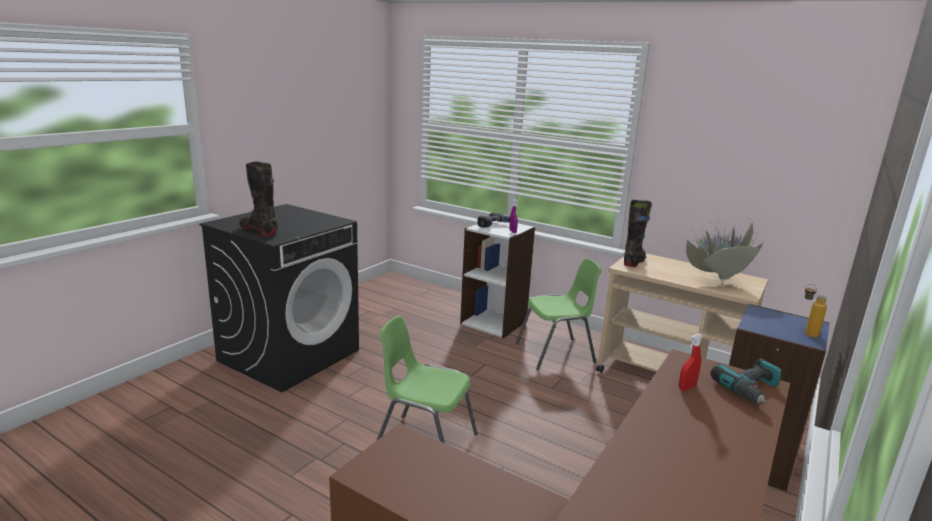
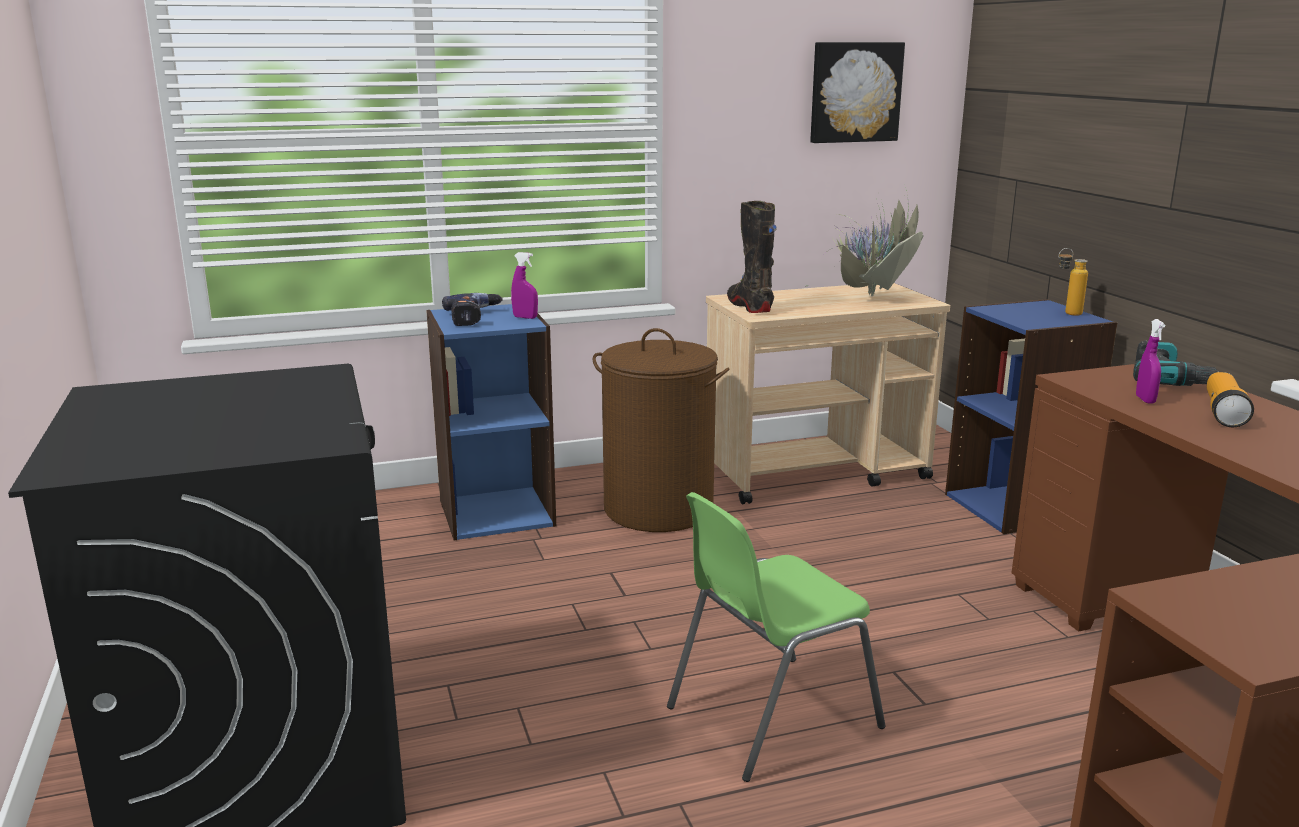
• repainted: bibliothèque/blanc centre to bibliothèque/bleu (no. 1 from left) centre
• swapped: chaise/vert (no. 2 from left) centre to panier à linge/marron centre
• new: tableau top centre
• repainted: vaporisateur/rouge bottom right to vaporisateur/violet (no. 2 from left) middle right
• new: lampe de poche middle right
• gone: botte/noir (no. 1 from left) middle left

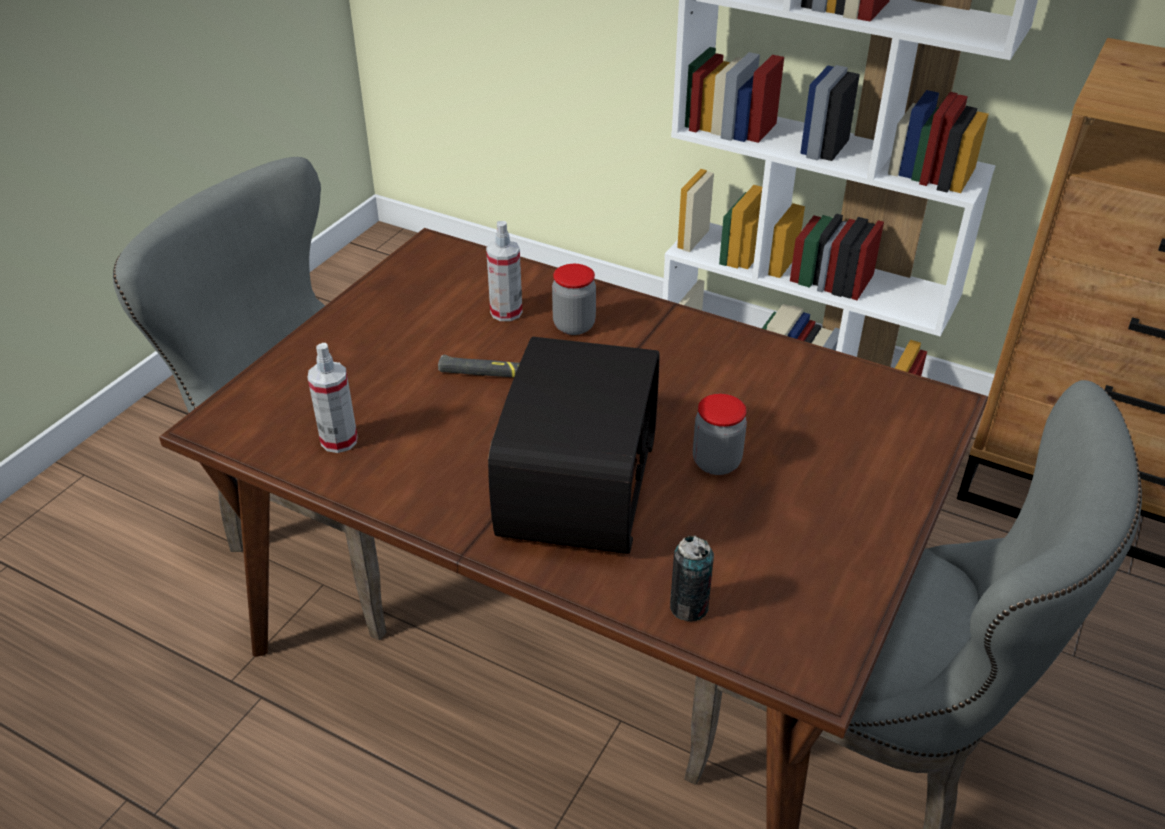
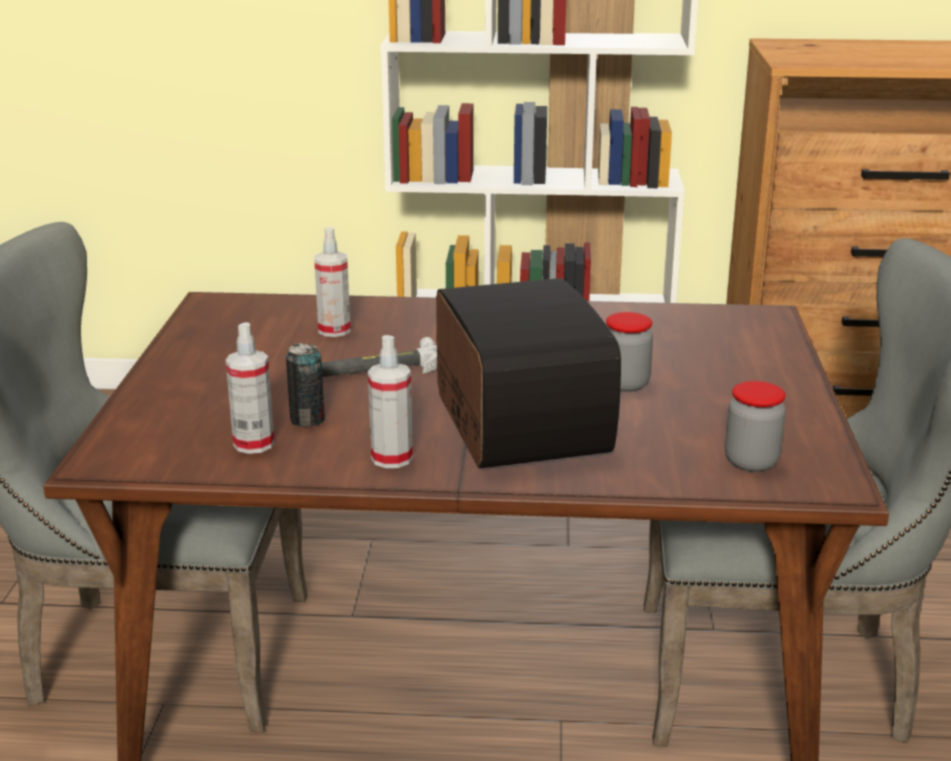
• shifted: boîte métallique bottom centre to middle left
• new: vaporisateur (no. 3 from left) centre
• shifted: bocal (no. 1 from left in the first image) centre to bocal (no. 2 from left) middle right

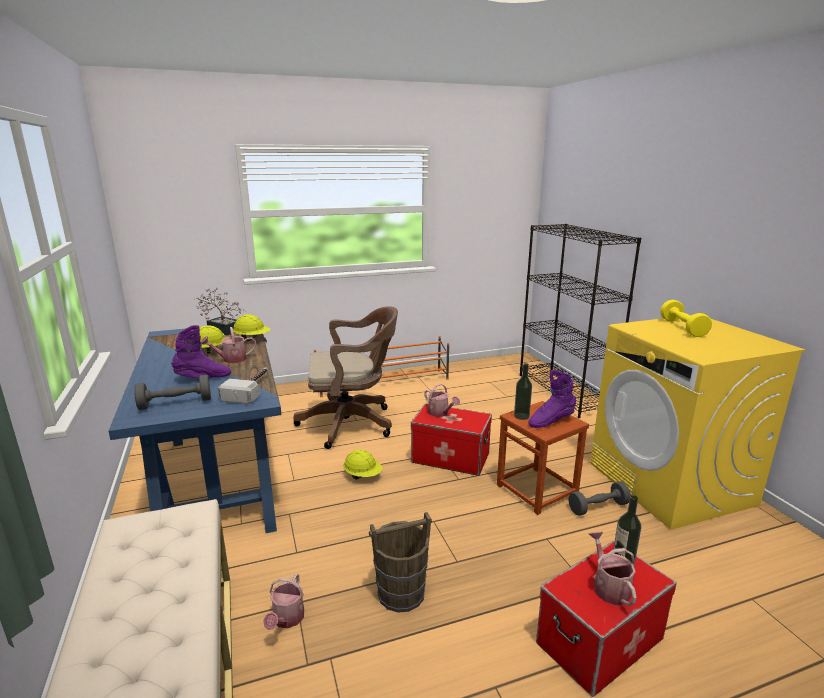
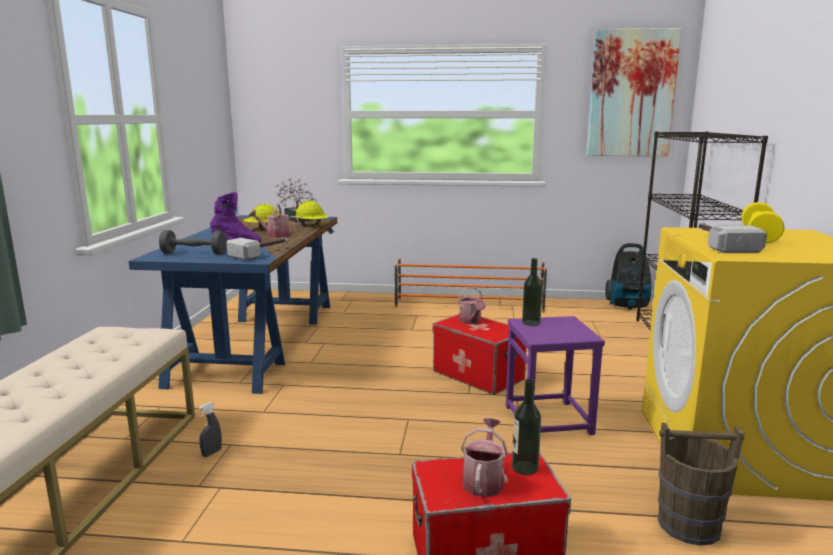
• swapped: arrosoir (no. 2 from left) bottom centre to vaporisateur/gris bottom left
• repainted: tabouret/marron centre to tabouret/violet bottom centre
• new: tableau top right
• new: aspirateur middle right
• shifted: seau/marron bottom centre to bottom right
• new: marteau (no. 2 from left) middle right
• gone: chaise de bureau/marron centre
• gone: casque de chantier/jaune (no. 3 from left) centre
• gone: botte/violet (no. 2 from left) middle right
• gone: haltère/gris (no. 2 from left) bottom right

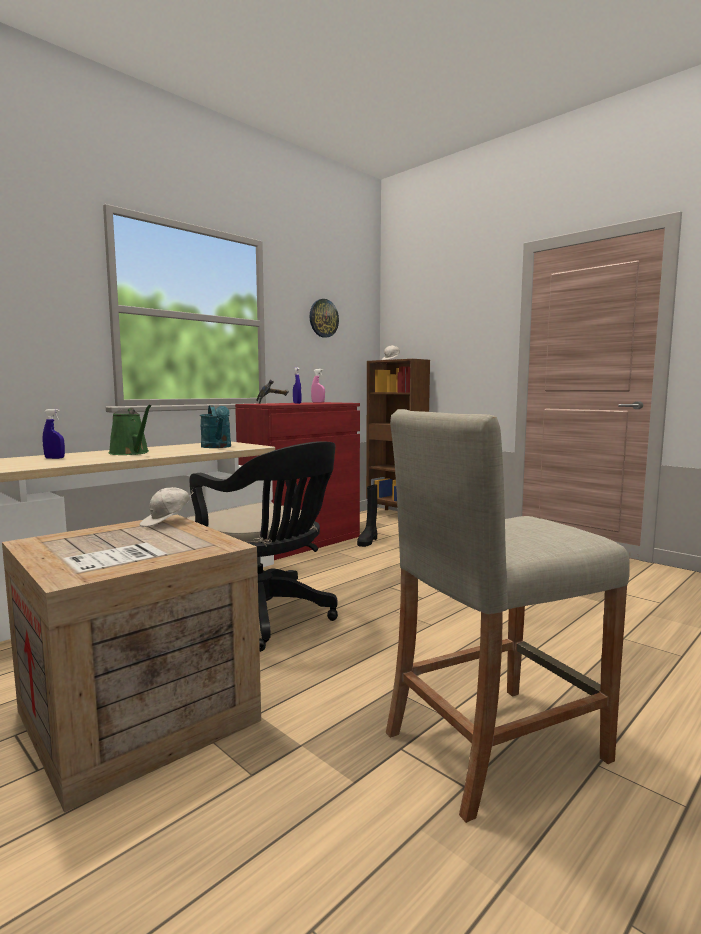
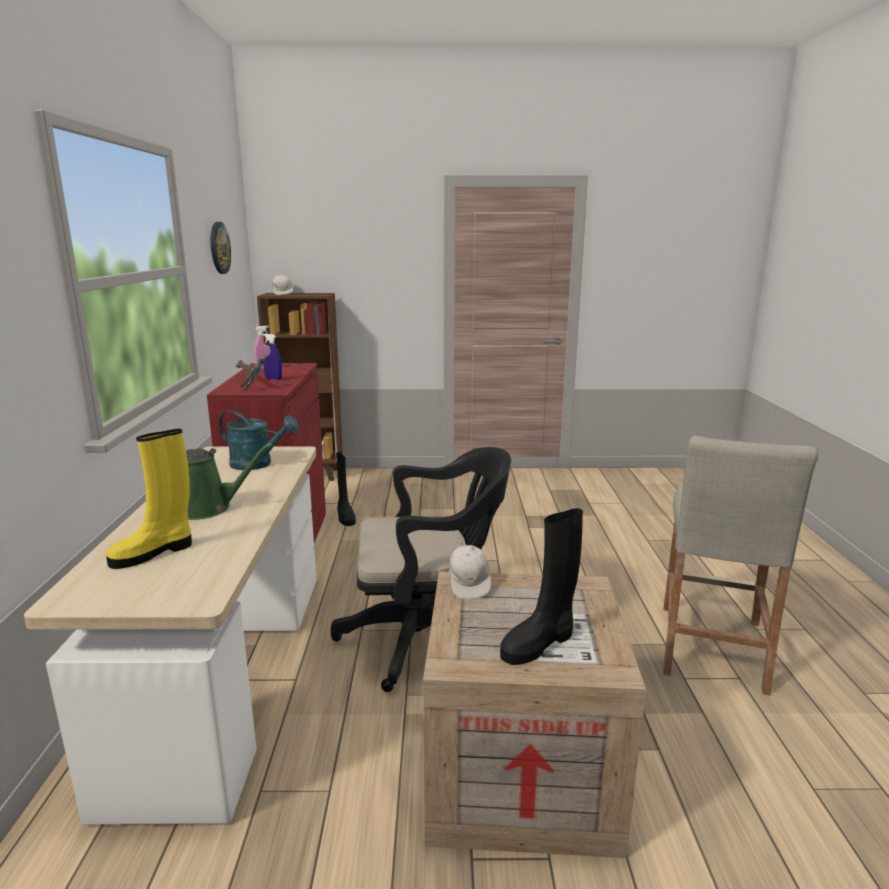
• swapped: vaporisateur/bleu (no. 1 from left) middle left to botte/jaune middle left
• new: botte/noir (no. 2 from left) centre

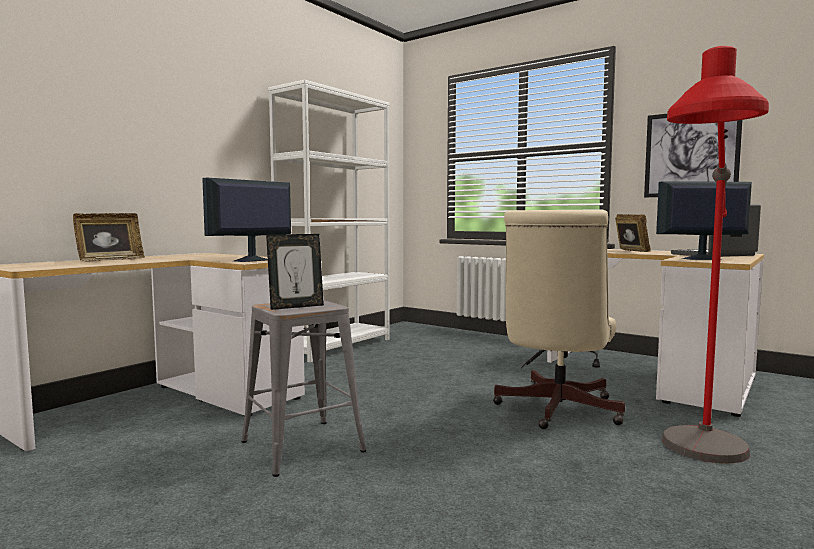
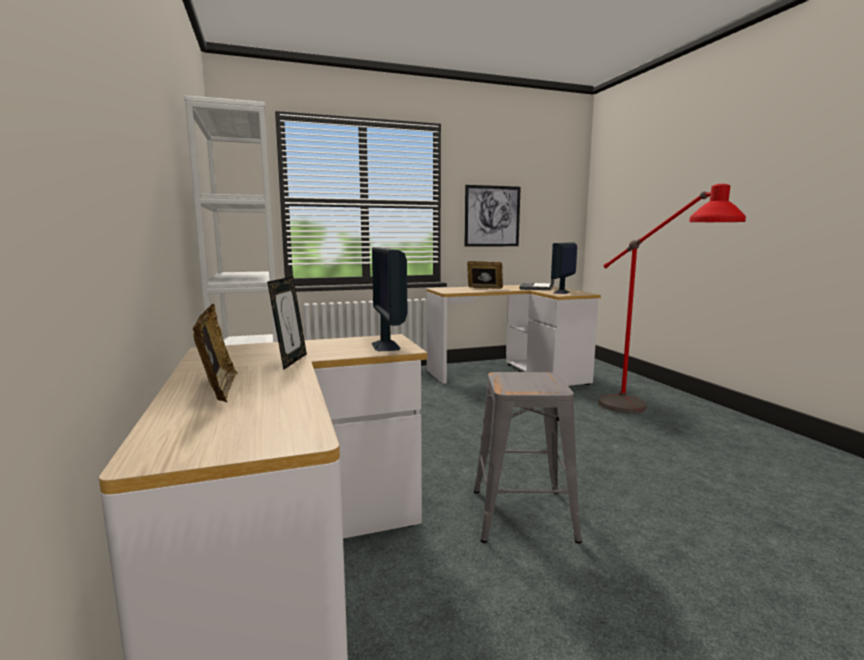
• shifted: cadre photo (no. 2 from left) centre to middle left
• gone: chaise de bureau/beige middle right

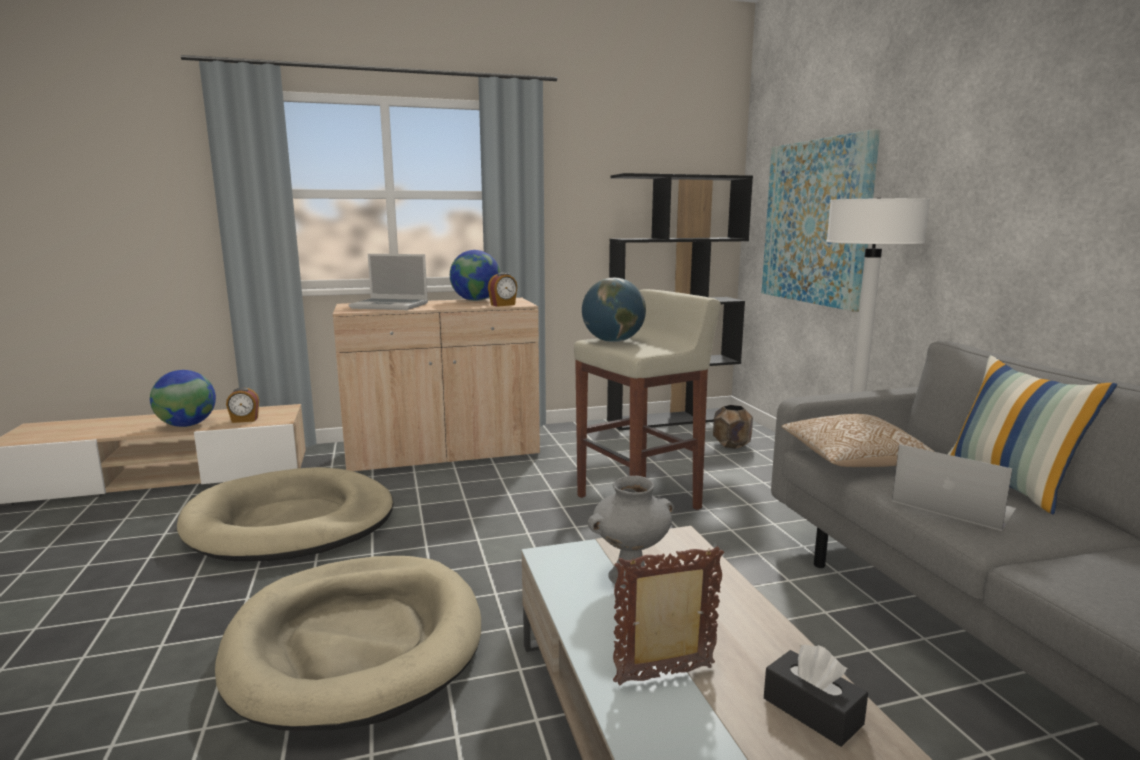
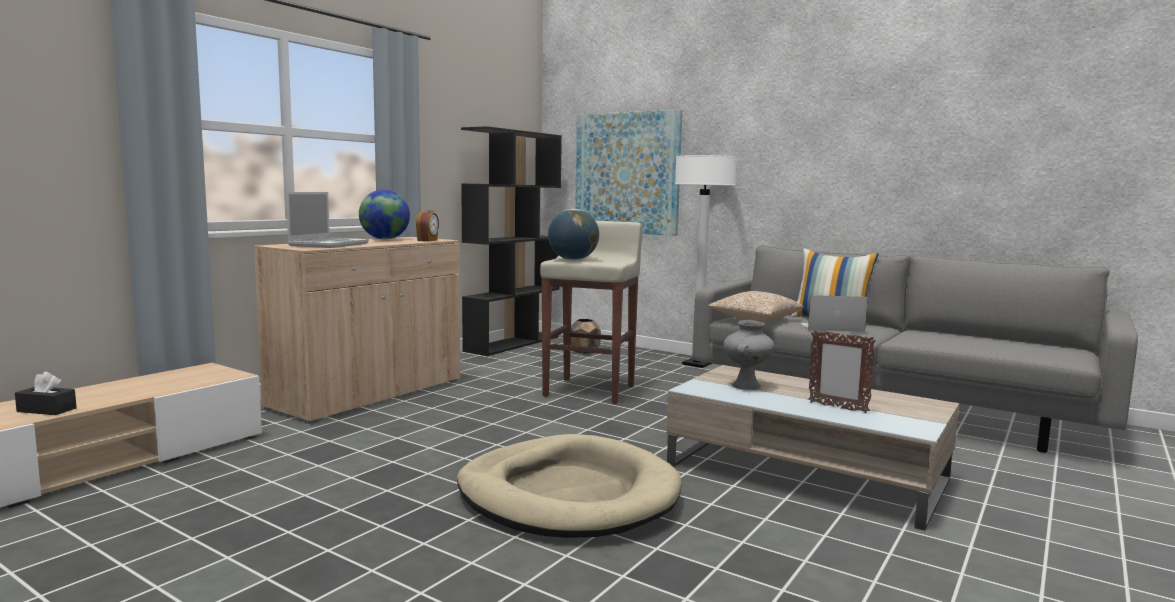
• shifted: boîte à mouchoirs/noir bottom right to middle left
• rotated: ordinateur portable (no. 1 from left) centre = middle left 45 degrees counterclockwise
• rotated: cadre photo bottom centre = middle right 90 degrees counterclockwise
• gone: globe (no. 1 from left) middle left
• gone: panier pour chien/beige (no. 1 from left) bottom left
• gone: réveil (no. 1 from left) middle left

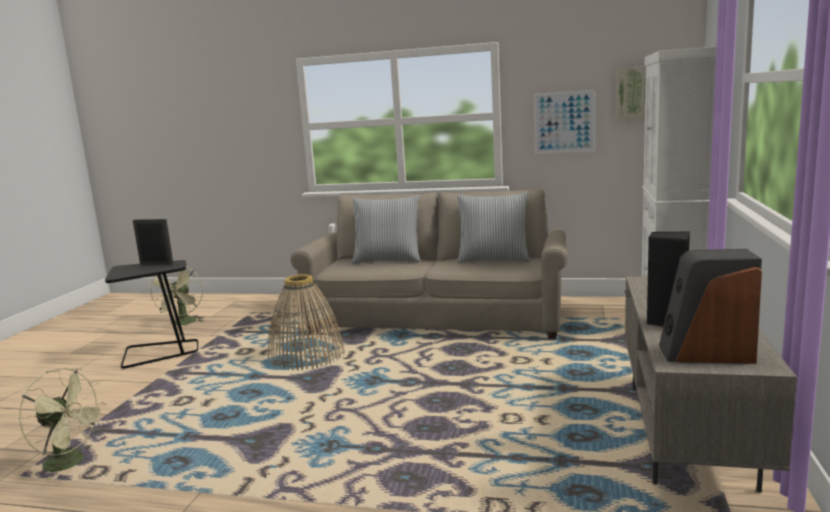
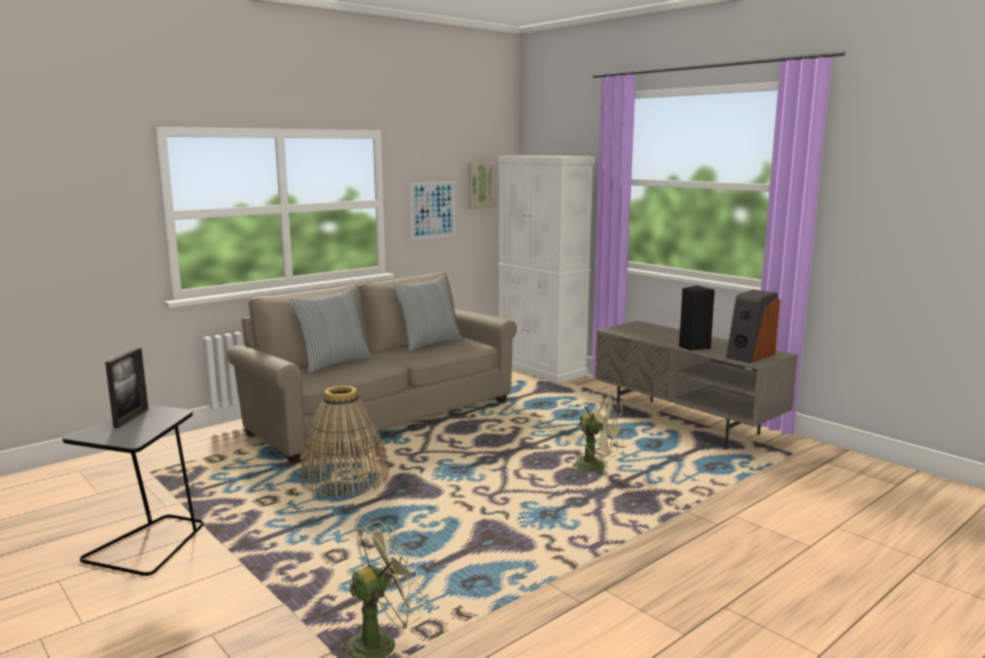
• rotated: cadre photo middle left = middle left 135 degrees clockwise
• shifted: ventilateur/vert (no. 2 from left) middle left to centre

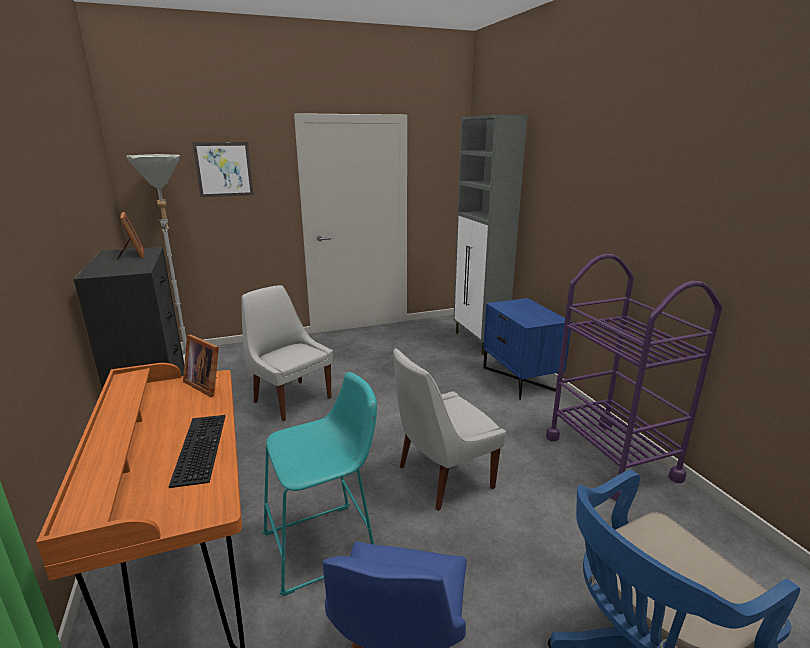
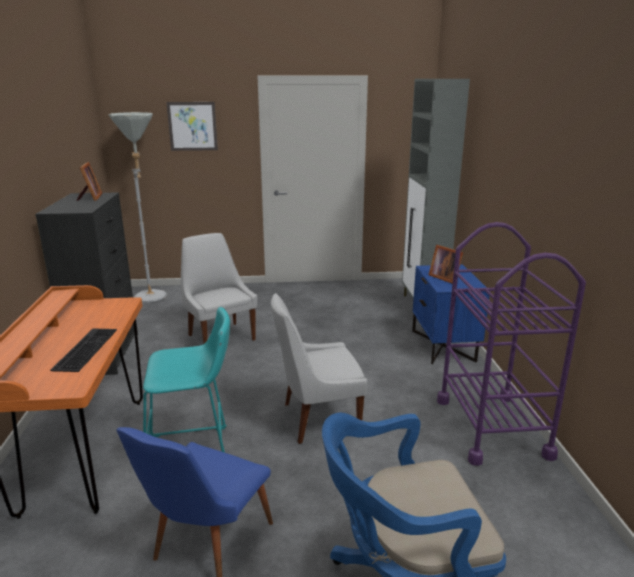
• shifted: cadre photo (no. 2 from left) middle left to middle right

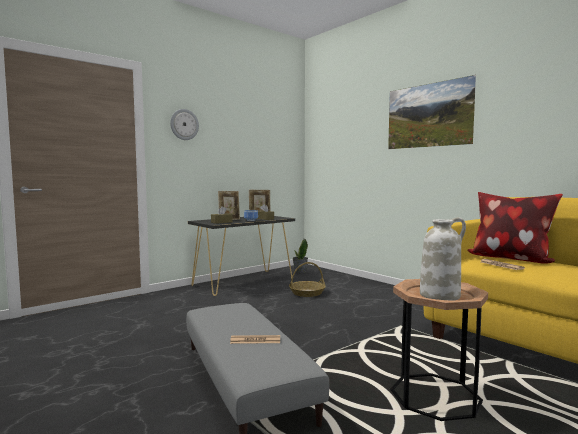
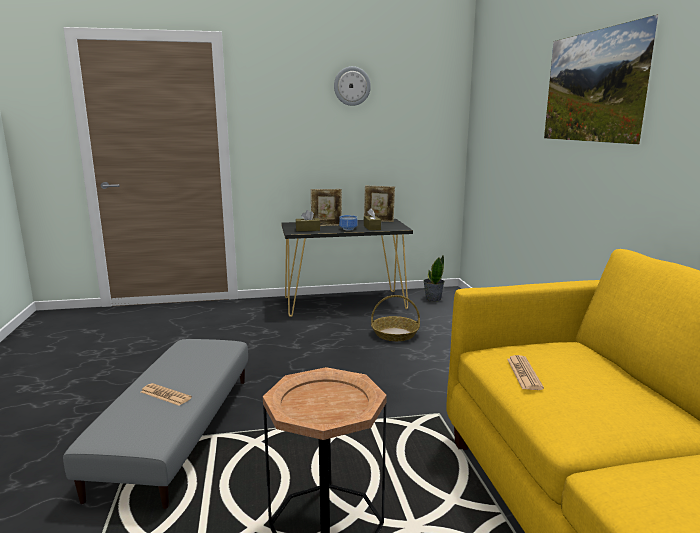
• shifted: horloge murale top left to top centre
• gone: vase/blanc middle right
• gone: coussin middle right

